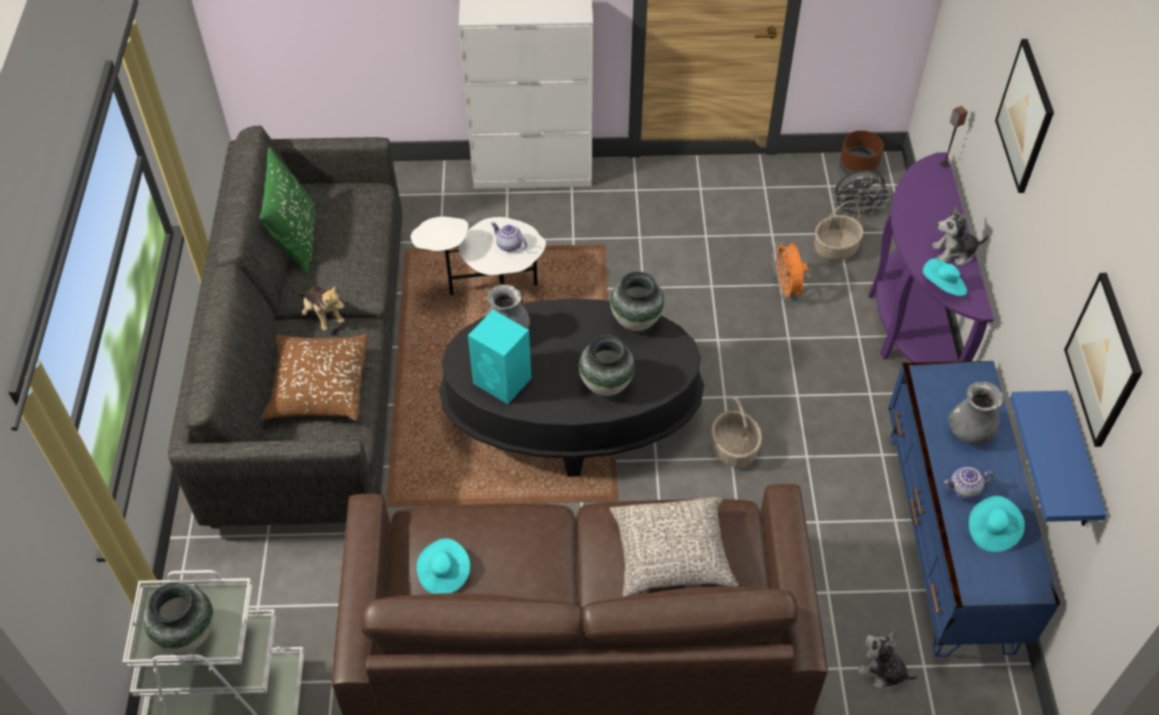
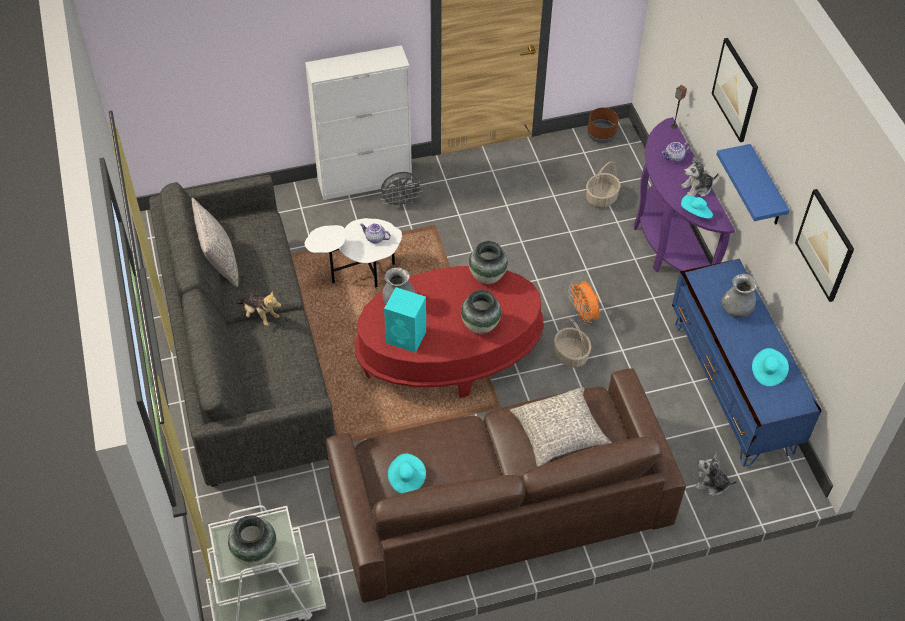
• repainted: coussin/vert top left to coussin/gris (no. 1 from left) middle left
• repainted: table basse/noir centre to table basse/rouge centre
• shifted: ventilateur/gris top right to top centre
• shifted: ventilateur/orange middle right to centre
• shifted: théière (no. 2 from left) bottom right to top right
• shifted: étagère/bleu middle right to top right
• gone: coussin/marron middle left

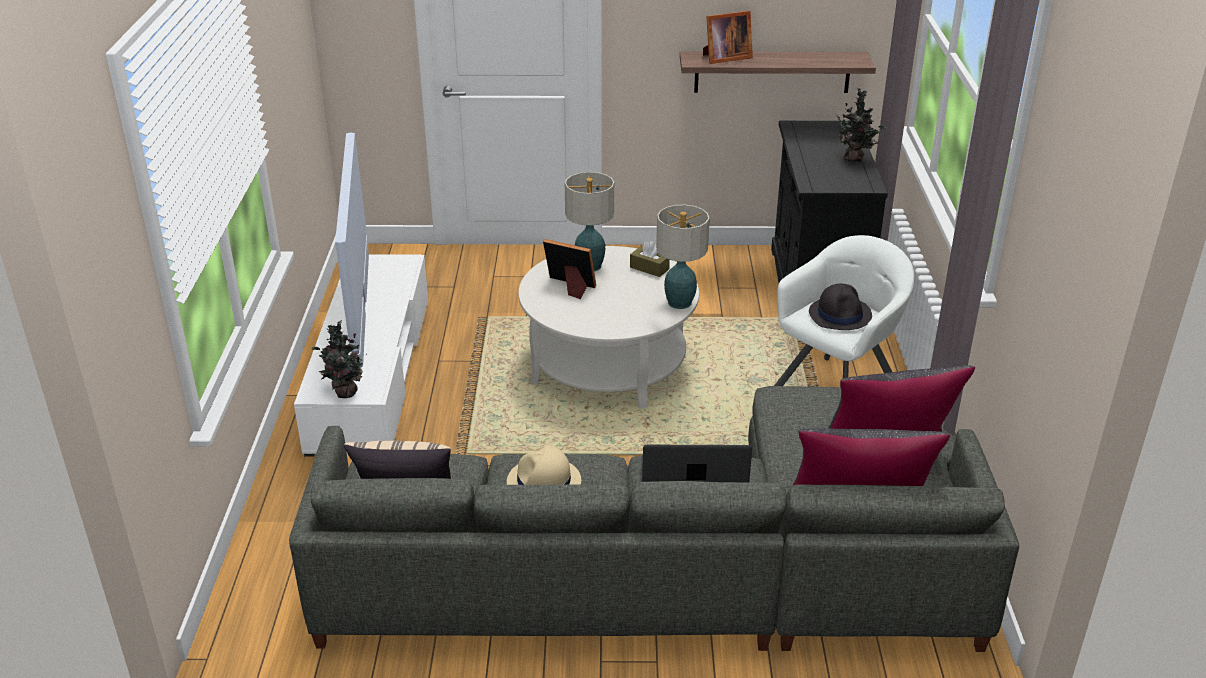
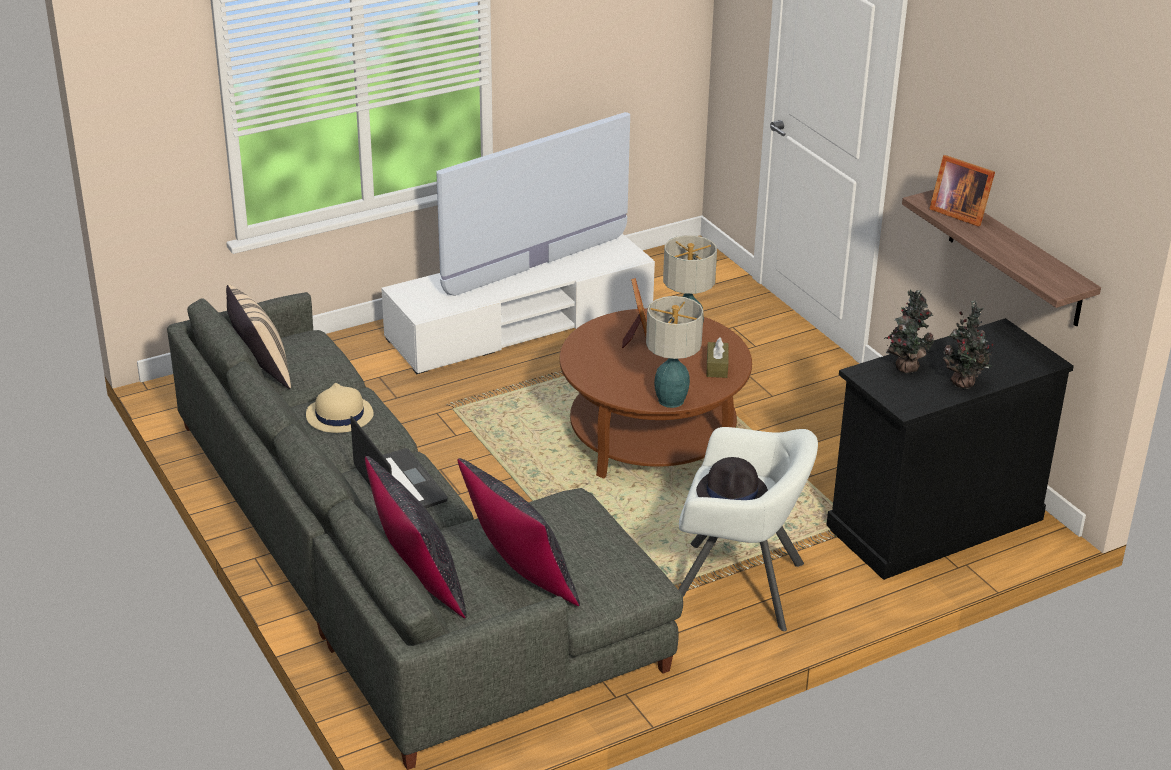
• repainted: table basse/blanc centre to table basse/marron centre
• shifted: plante en pot (no. 1 from left) middle left to middle right

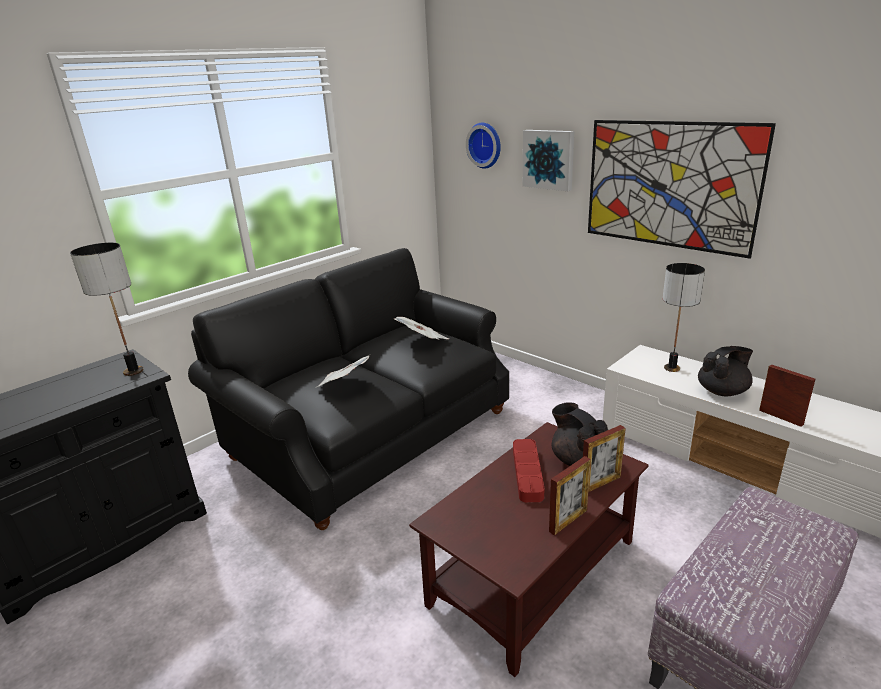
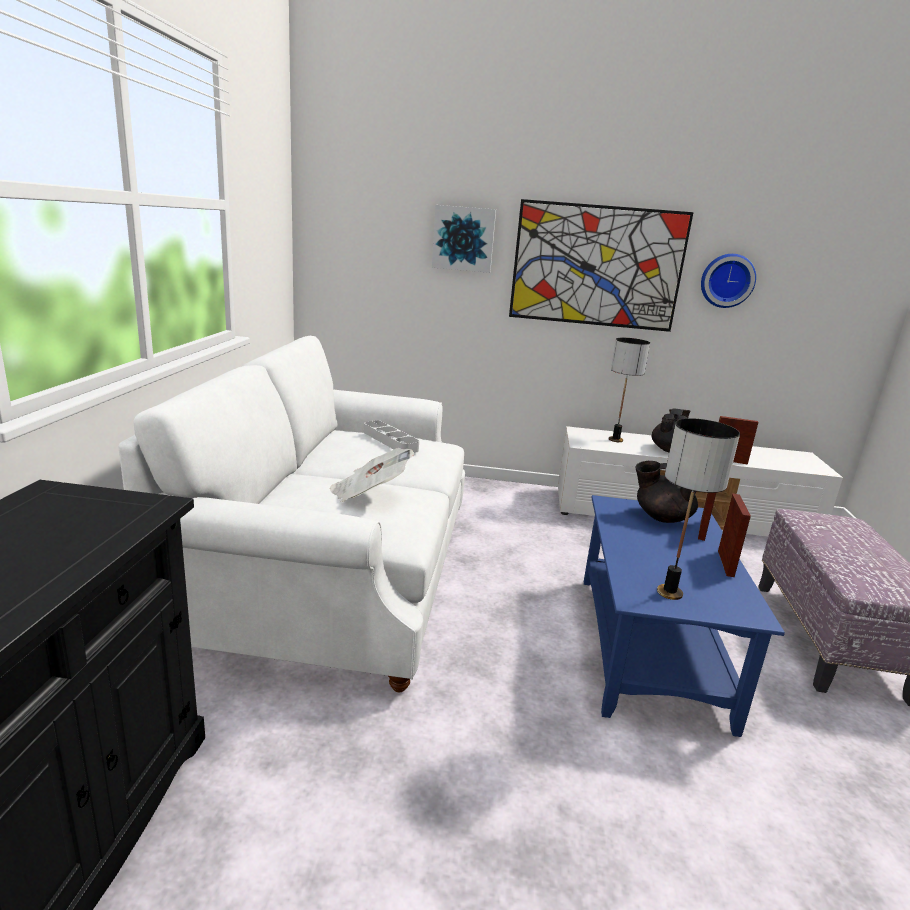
• repainted: canapé/noir centre to canapé/blanc middle left
• swapped: journal (no. 2 from left) centre to plateau/gris centre
• repainted: table basse/marron bottom centre to table basse/bleu bottom right
• shifted: lampe de table (no. 1 from left in the first image) middle left to lampe de table (no. 2 from left) middle right
• shifted: horloge murale top centre to top right
• gone: plateau/rouge bottom centre

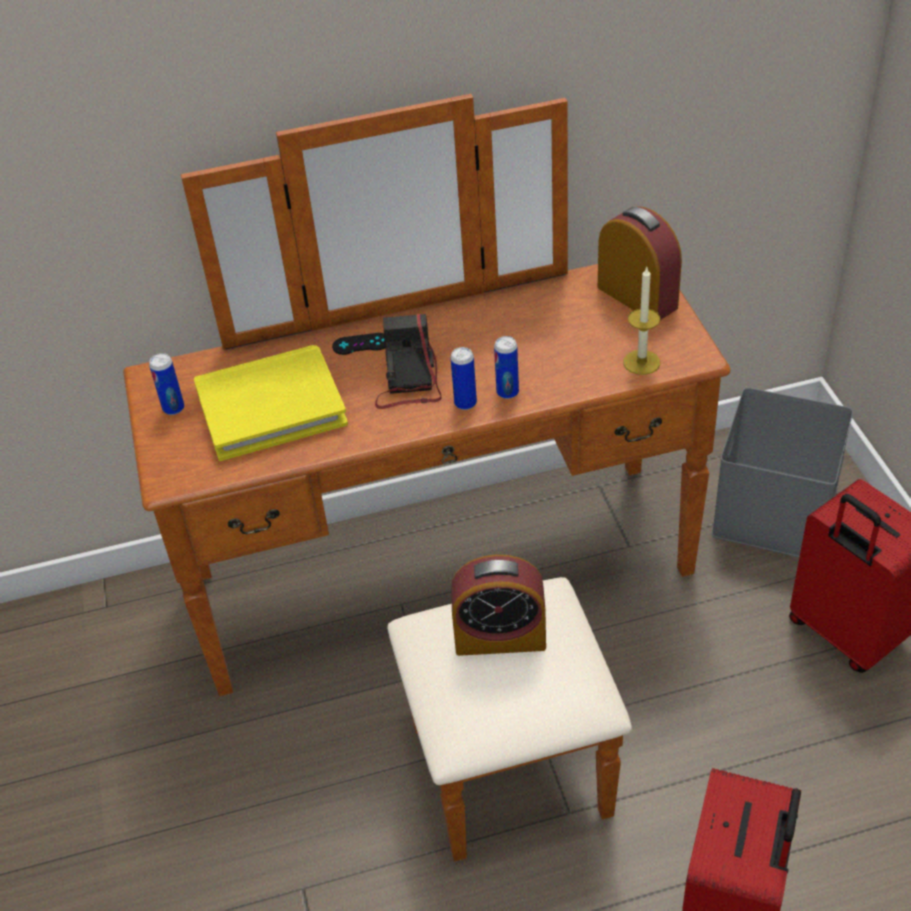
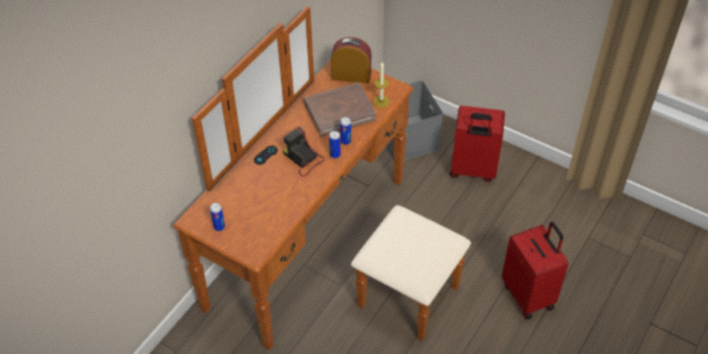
• new: livre/marron top centre
• gone: livre/jaune middle left
• gone: réveil (no. 1 from left) centre

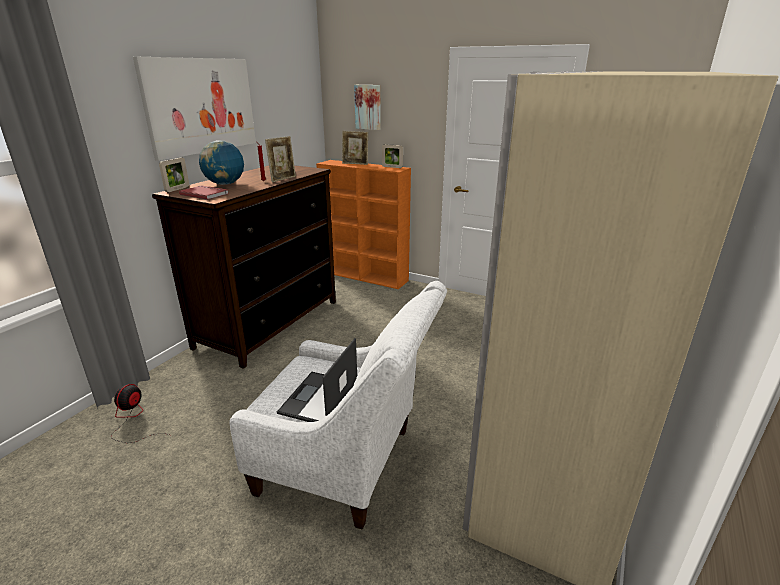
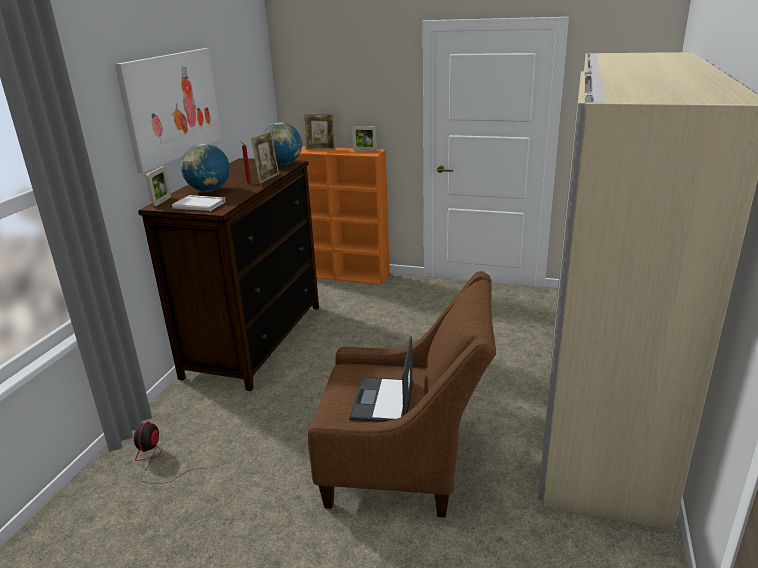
• repainted: livre/rouge top left to livre/blanc middle left
• new: globe (no. 2 from left) top centre
• repainted: fauteuil/blanc bottom centre to fauteuil/marron bottom centre
• gone: tableau (no. 2 from left) top centre

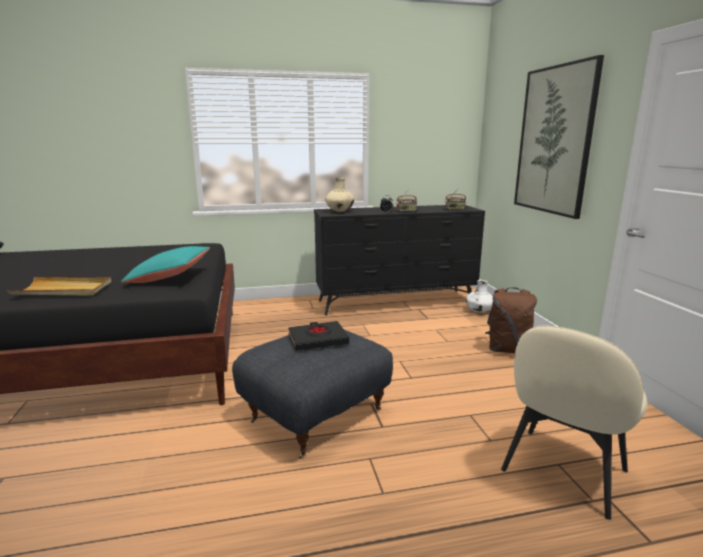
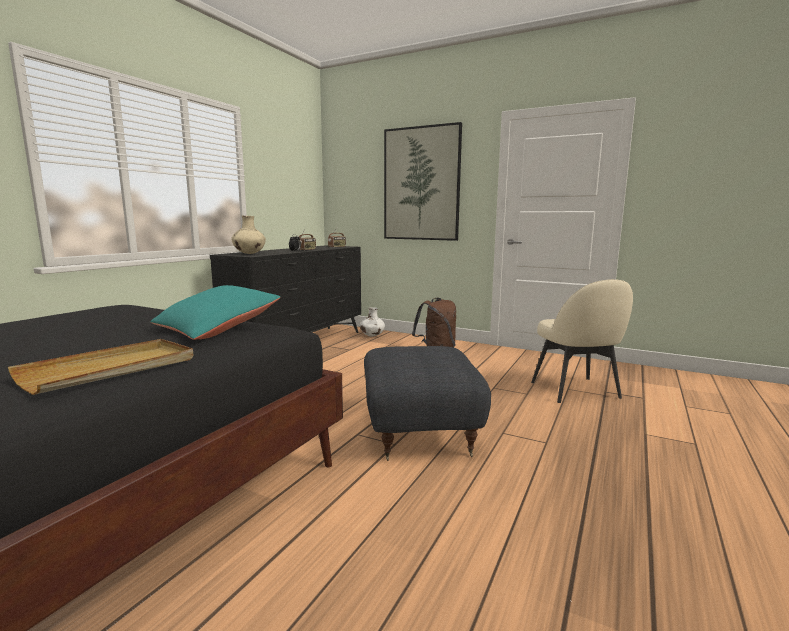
• gone: livre/noir centre

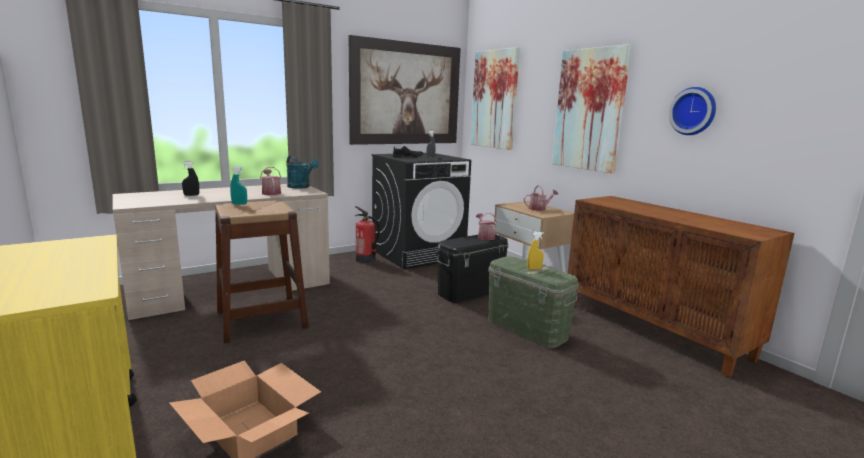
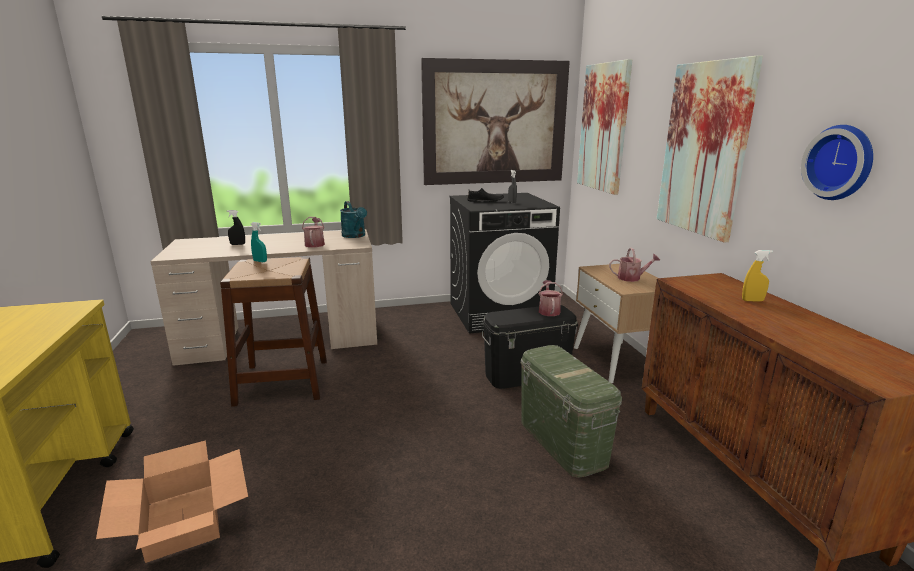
• shifted: vaporisateur/jaune centre to middle right
• gone: extincteur centre

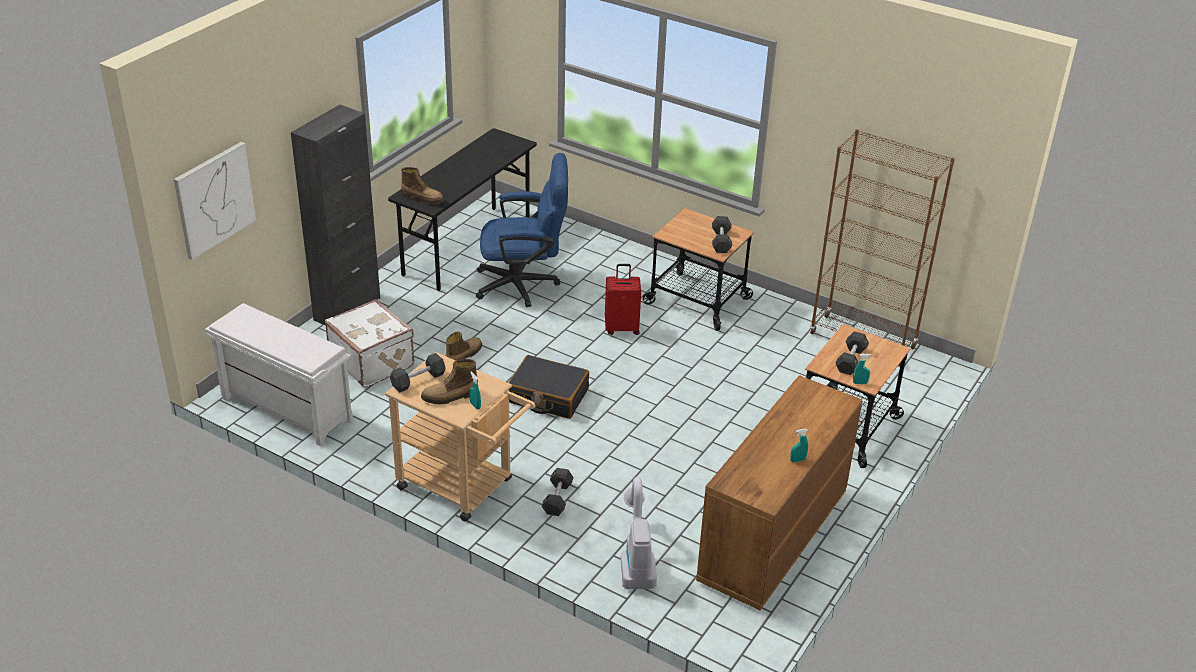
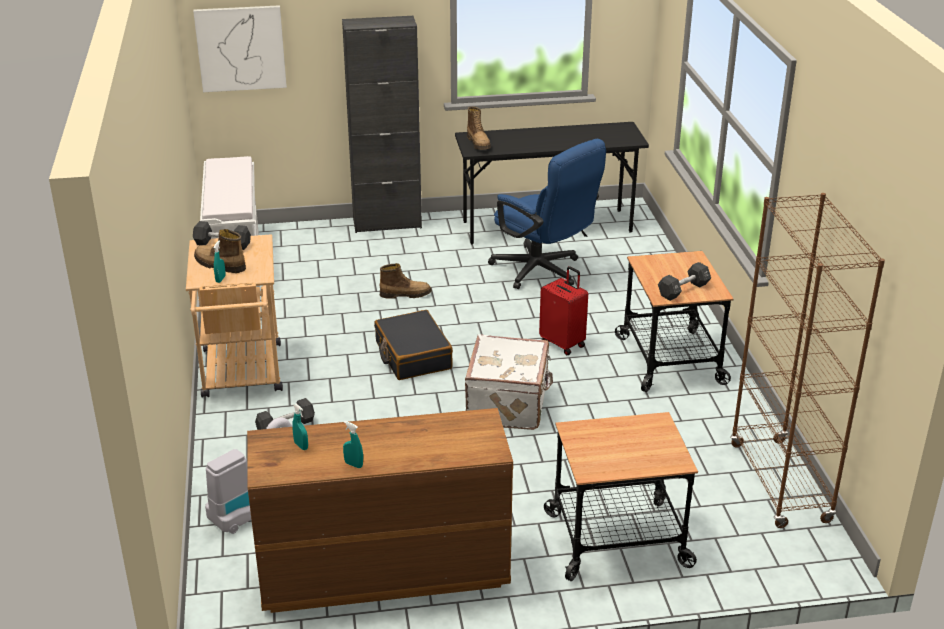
• shifted: vaporisateur/turquoise (no. 3 from left in the first image) middle right to vaporisateur/turquoise (no. 2 from left) bottom left
• shifted: valise/blanc middle left to centre
• gone: haltère/noir (no. 4 from left) middle right

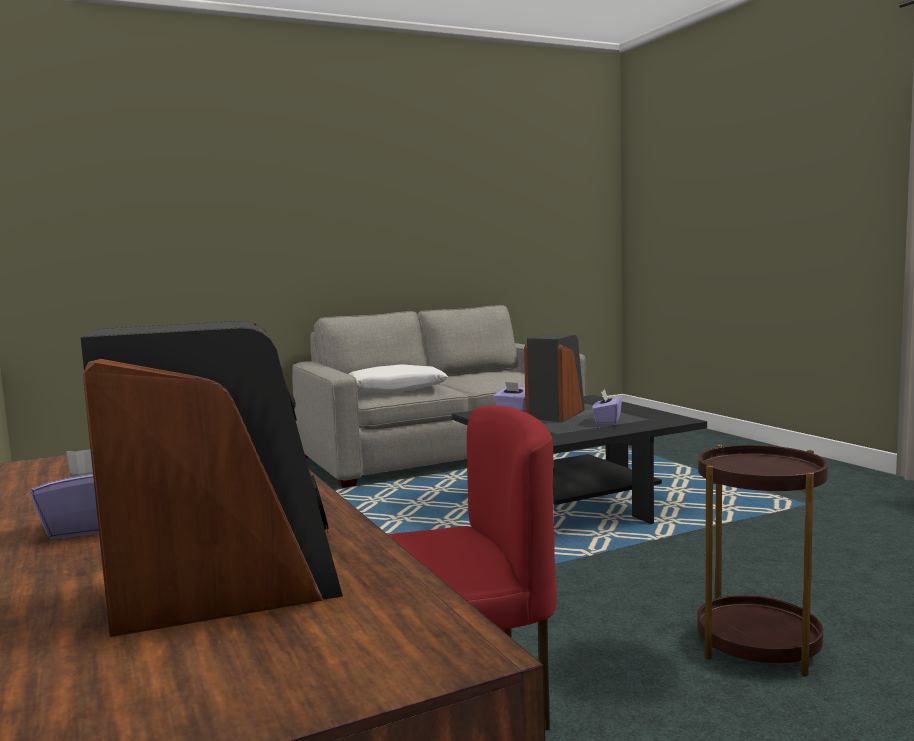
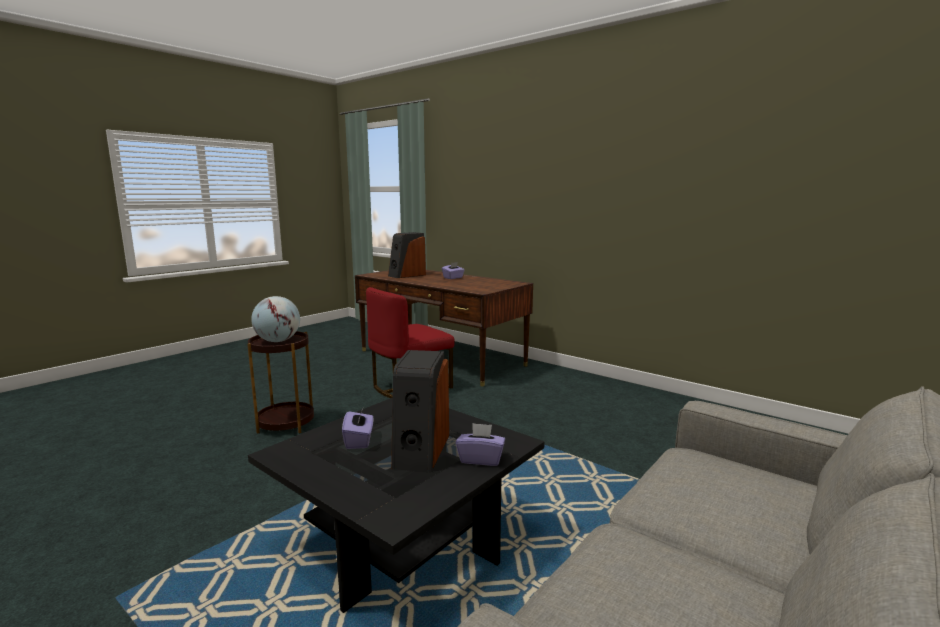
• new: globe middle left
• gone: coussin/blanc centre

